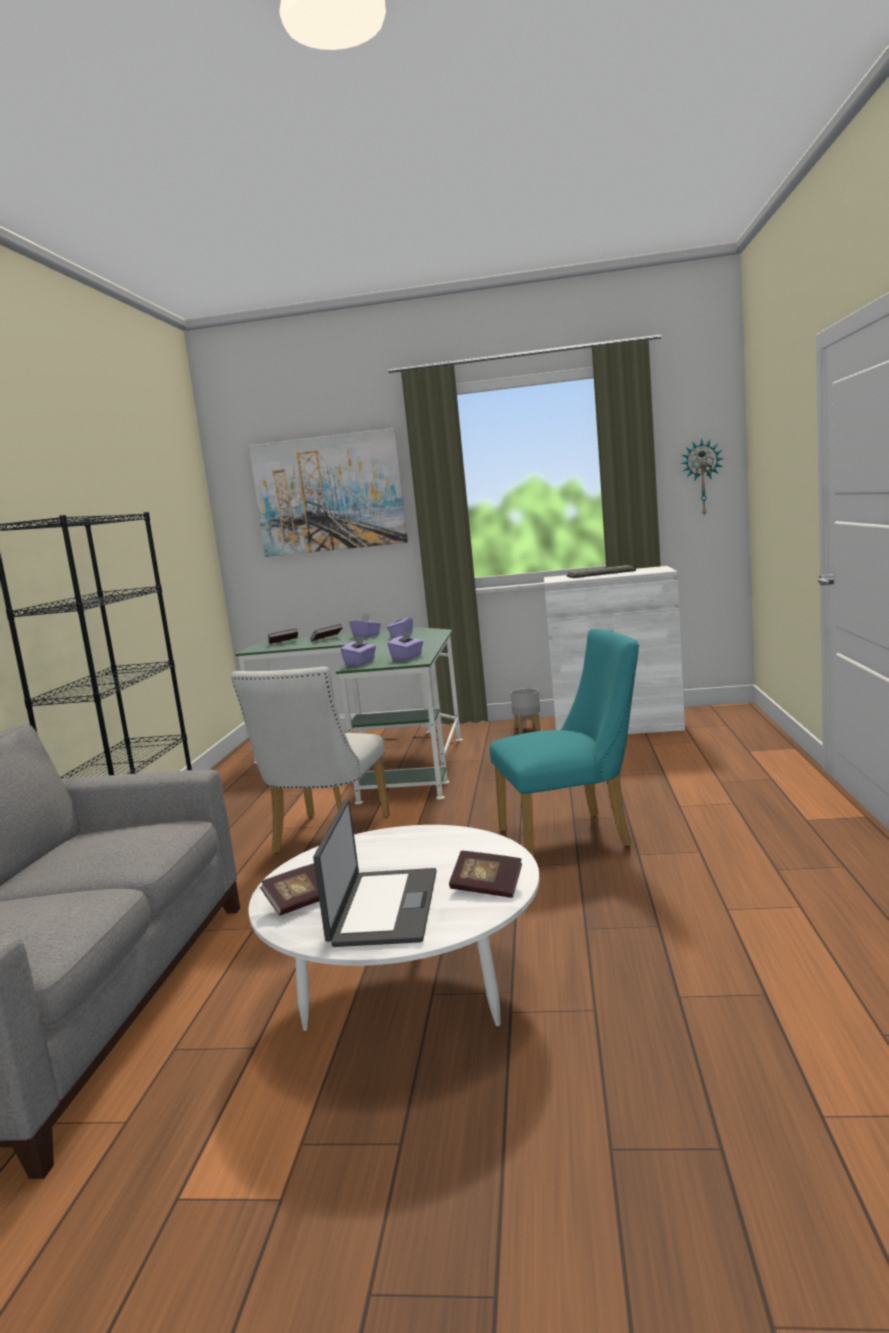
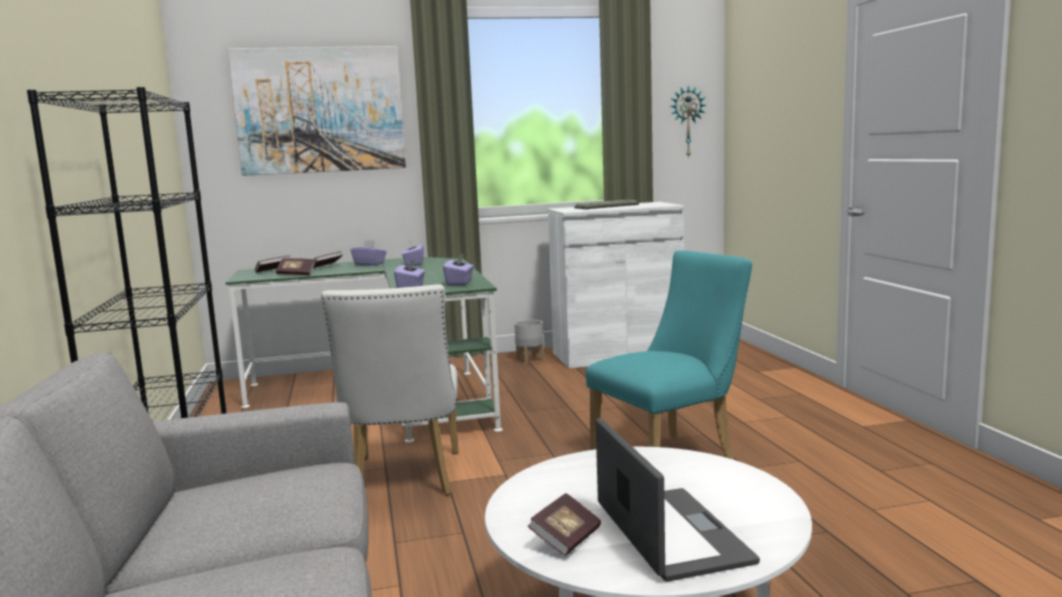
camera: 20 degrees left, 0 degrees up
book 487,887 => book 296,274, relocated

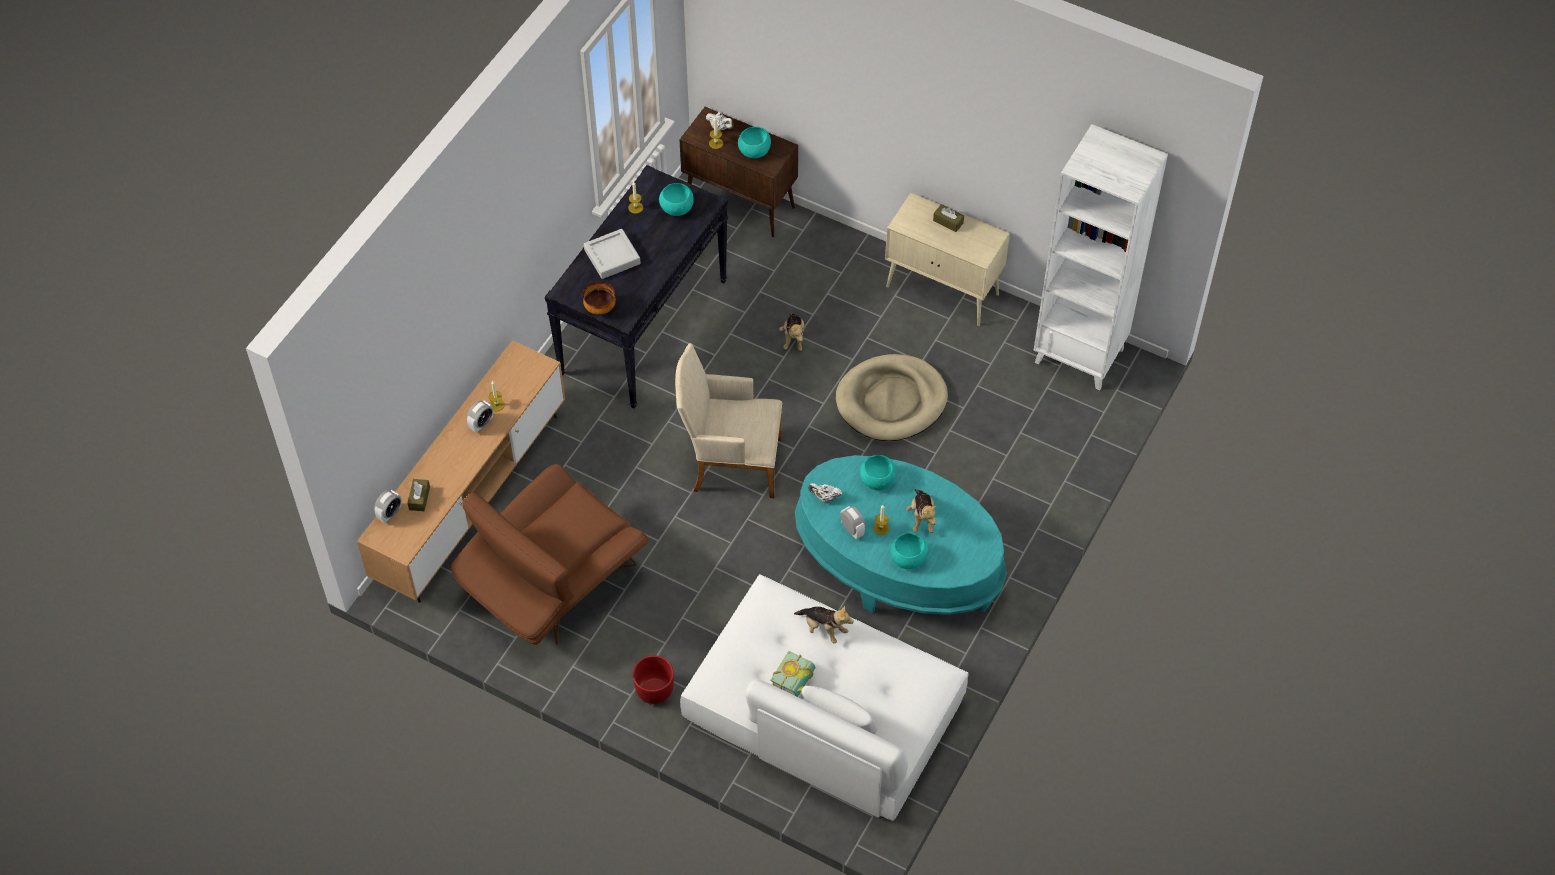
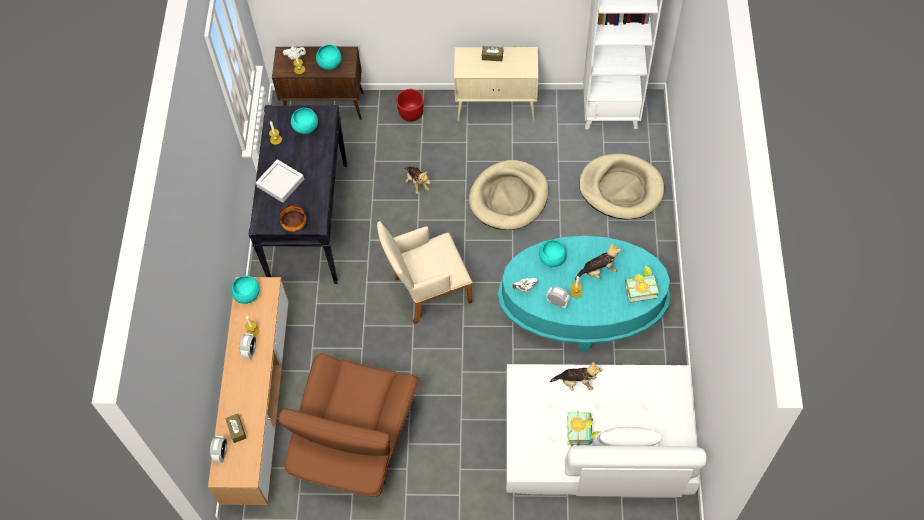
camera: 25 degrees left, 5 degrees up
turquoise bowl 908,557 => turquoise bowl 247,294, relocated
red planter 654,690 => red planter 411,113, relocated
plush toy 922,517 => plush toy 598,271, 75 degrees counterclockwise
nothing => beige dog bed 621,188
nothing => book 640,288

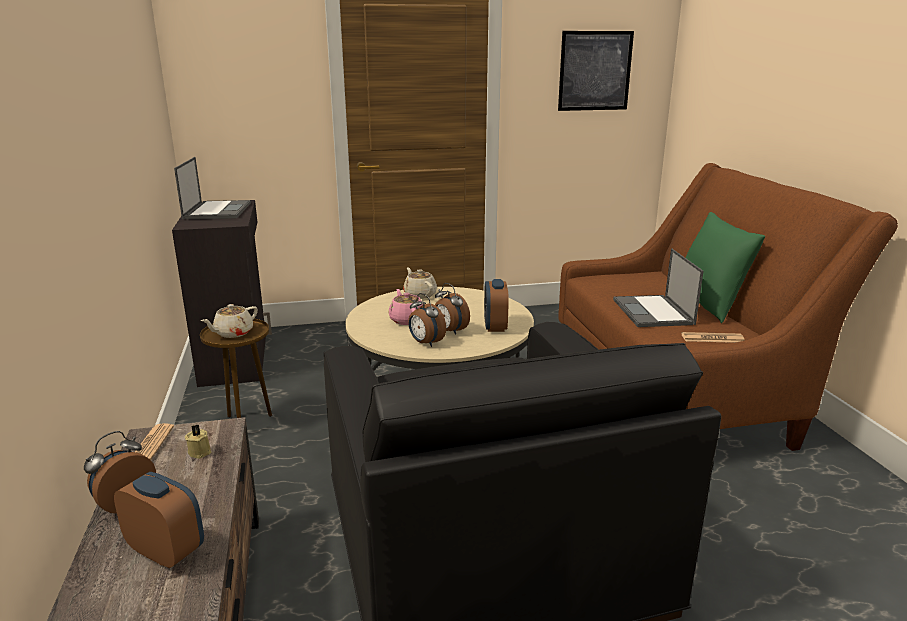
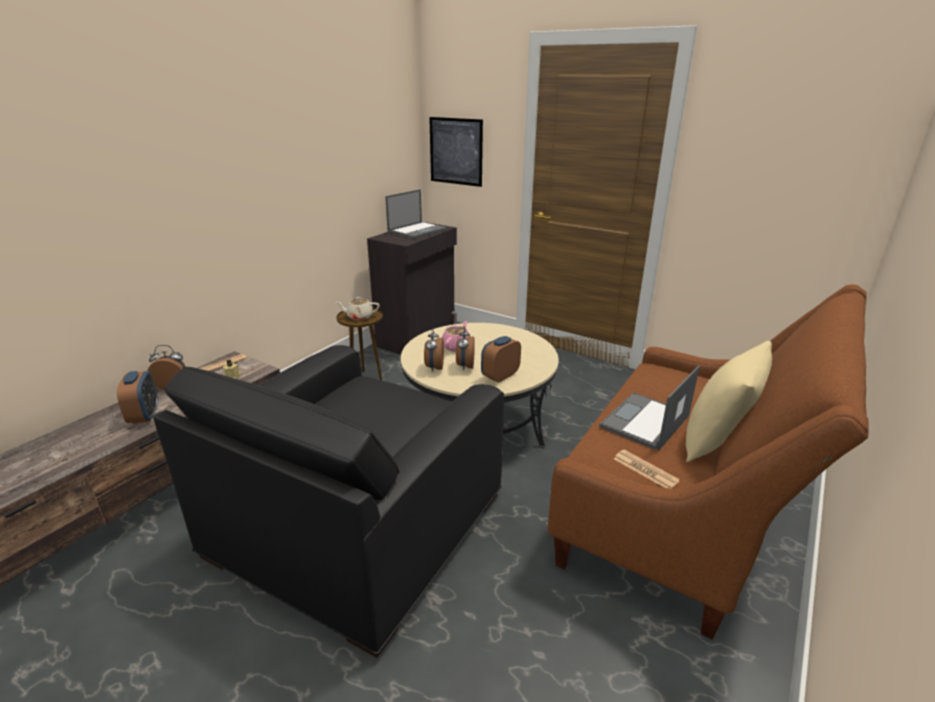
camera: 45 degrees right, 5 degrees up
picture 595,71 => picture 456,151, relocated
green pillow 709,306 => beige pillow 717,442
beige teapot 419,294 => nothing

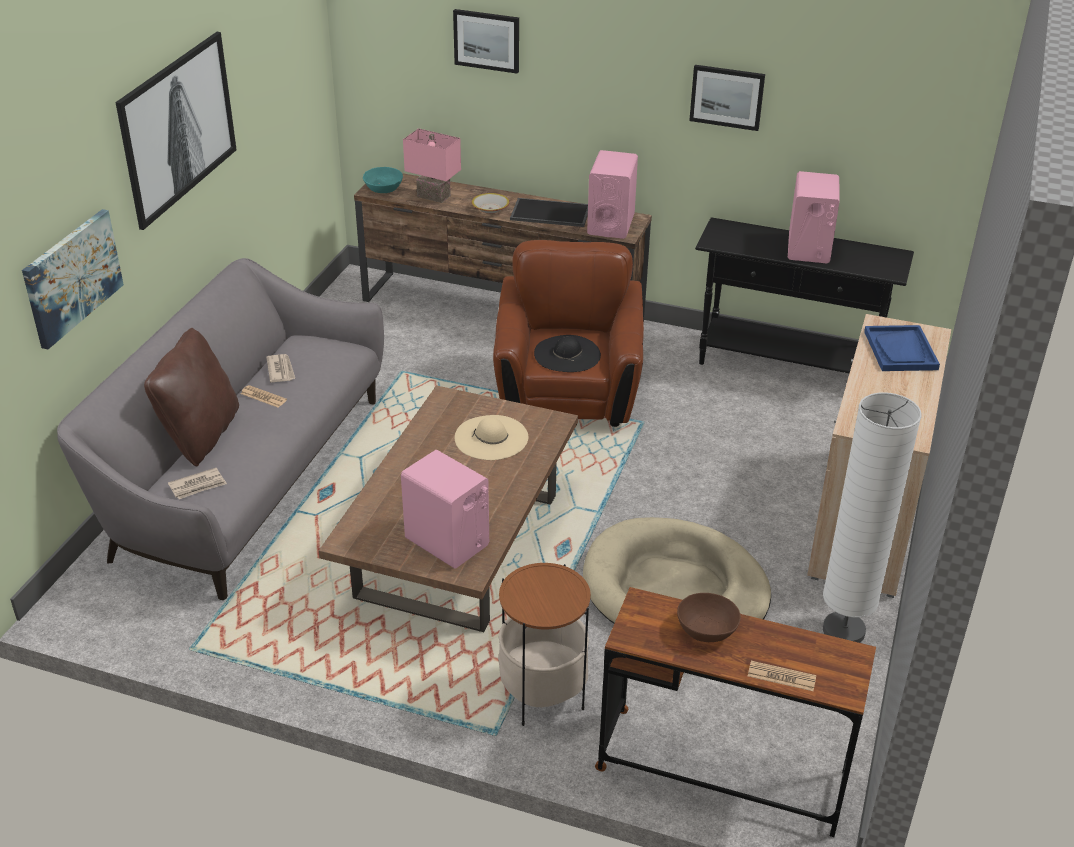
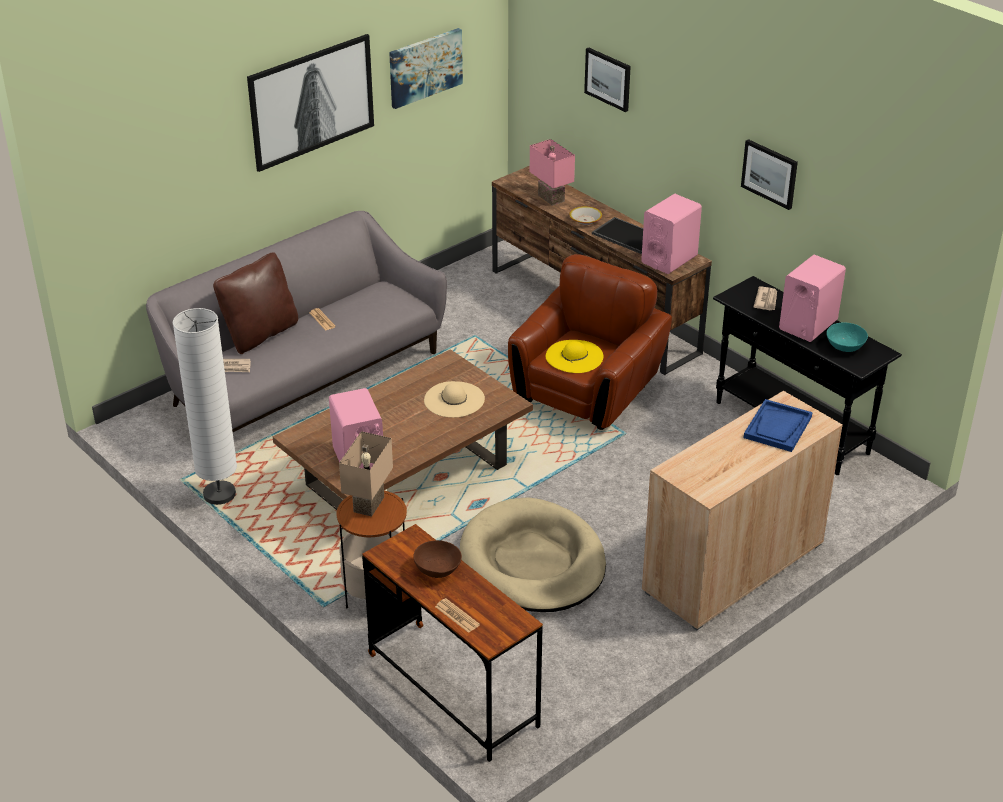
camera: 30 degrees right, 0 degrees up
white floor lamp 843,631 => white floor lamp 219,495, relocated
nothing => beige table lamp 370,505
picture 72,277 => picture 425,67, relocated
black hat 567,354 => yellow hat 574,356
newspaper 281,370 => newspaper 766,300, relocated
turquoise bowl 384,189 => turquoise bowl 845,346, relocated

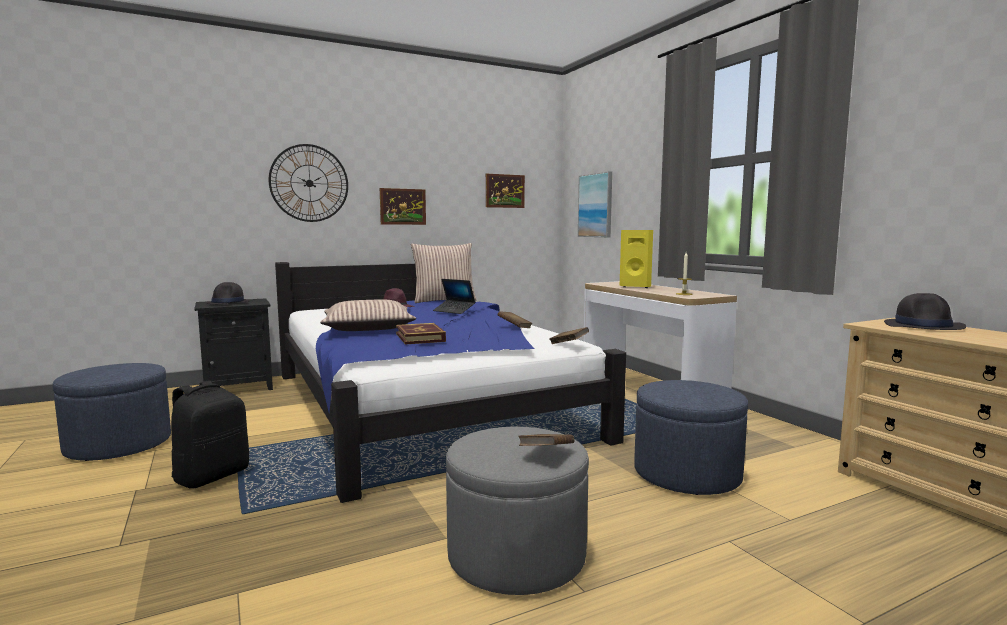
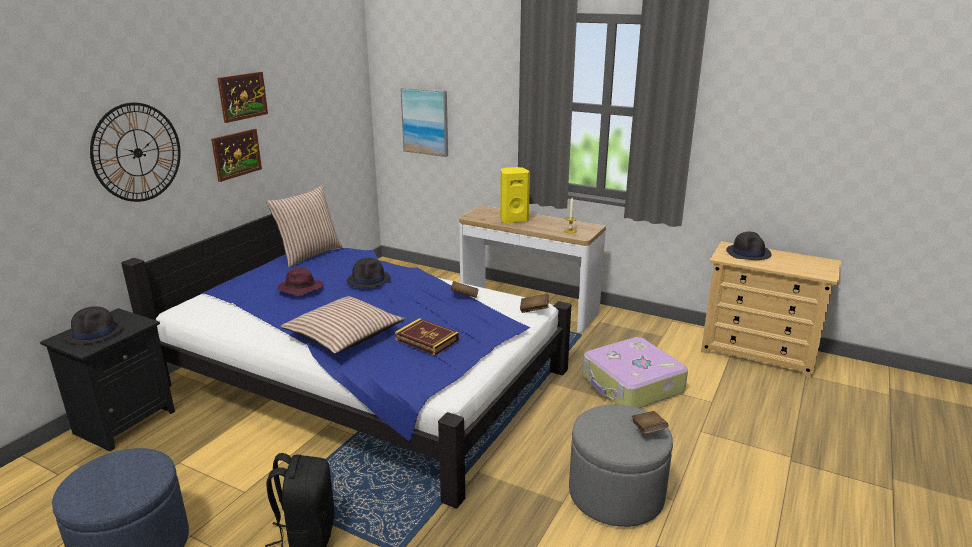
camera: 35 degrees left, 15 degrees up
picture 505,191 => picture 243,96, relocated
laptop 454,311 => black hat 369,279
blue ottoman 687,474 => suitcase 632,385

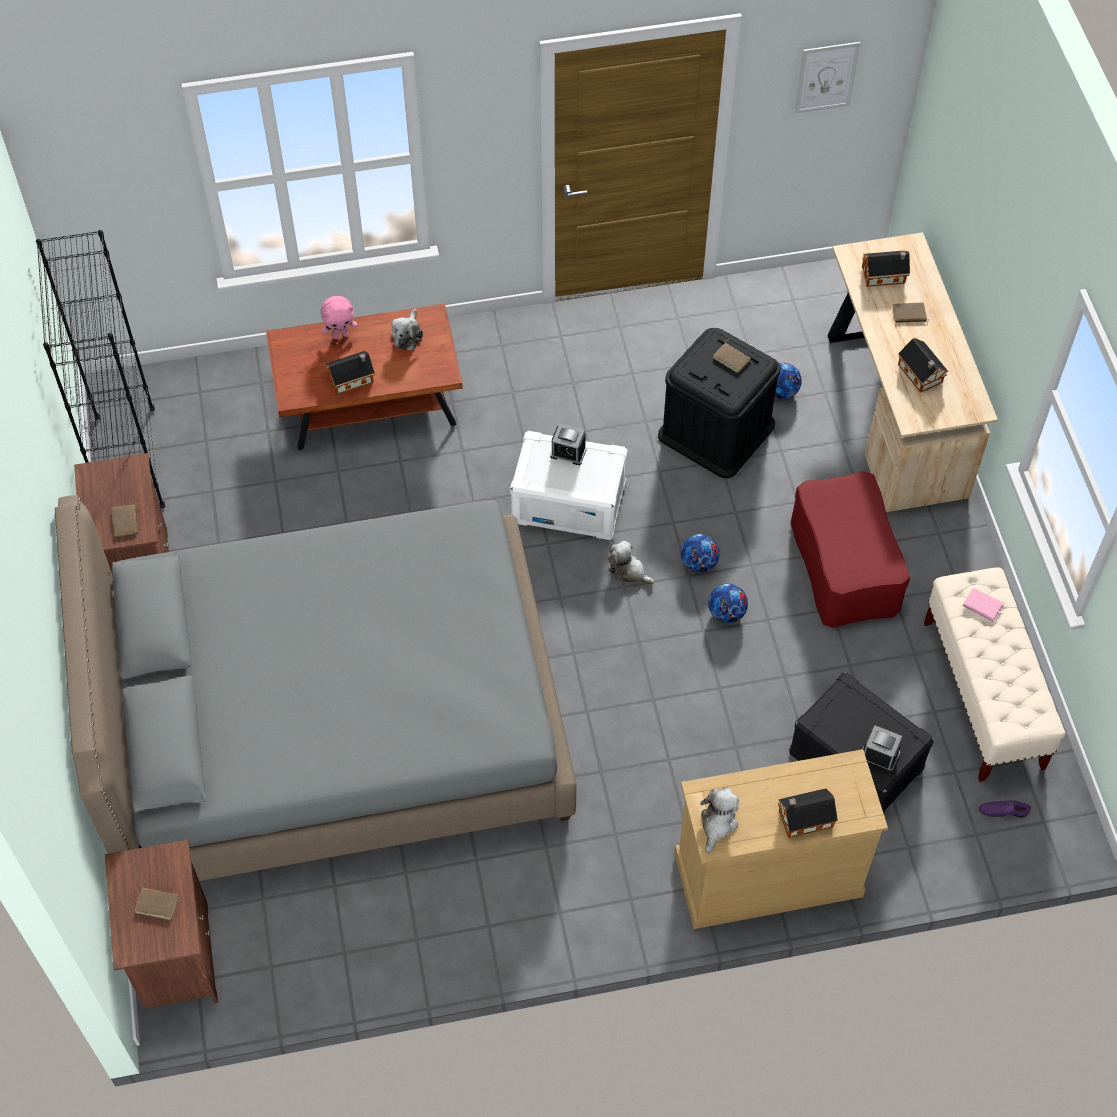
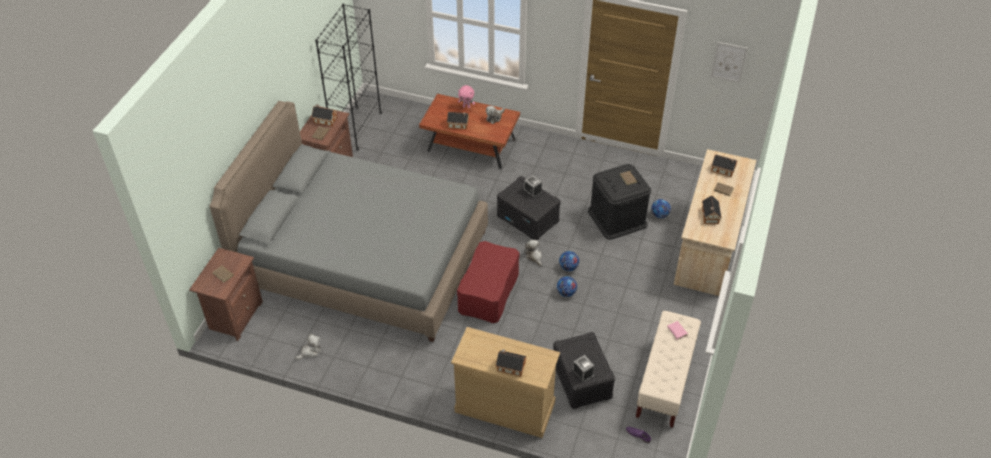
camera: 30 degrees right, 10 degrees down
plush toy 717,823 => plush toy 310,351, relocated
nothing => toy house 324,120
red ottoman 844,566 => red ottoman 488,292, relocated
white storage box 569,502 => black storage box 528,218

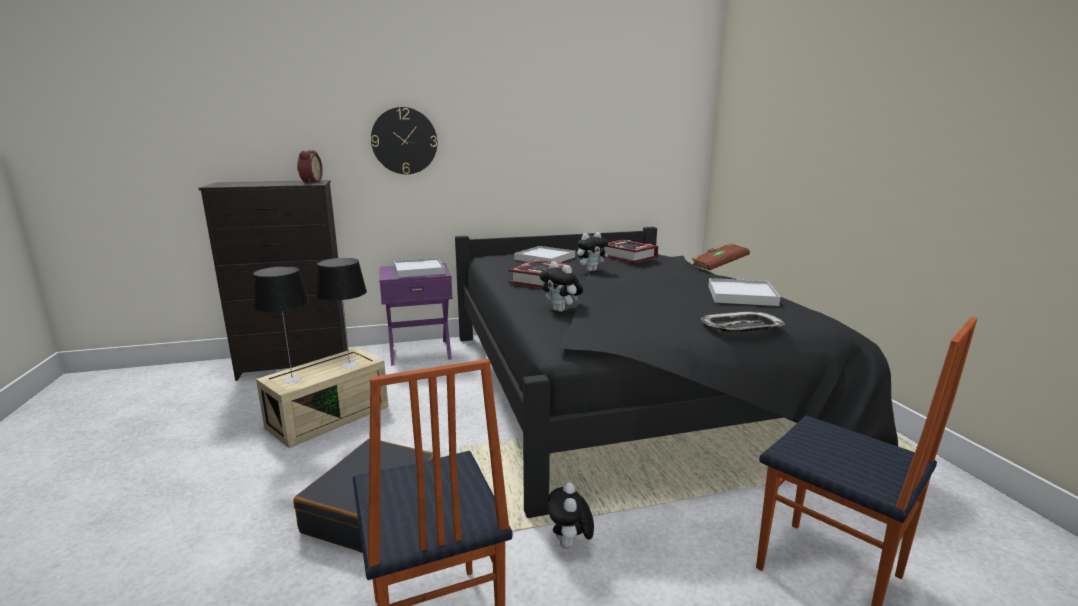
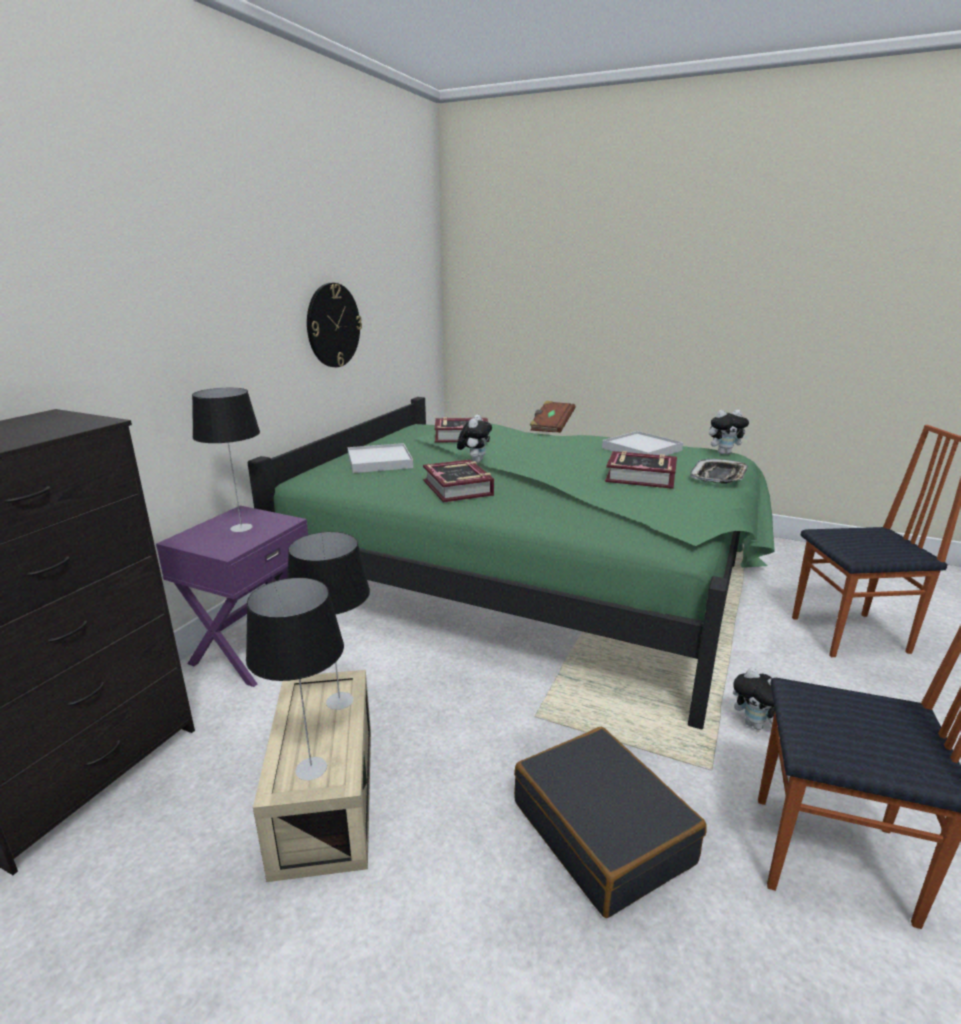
camera: 50 degrees left, 5 degrees up
white tray 418,270 => table lamp 240,528
black bed 624,388 => green bed 534,579
wall clock 404,141 => wall clock 333,325, relocated
nothing => book 640,477
plush toy 561,310 => plush toy 724,453, relocated
alarm clock 310,182 => nothing

